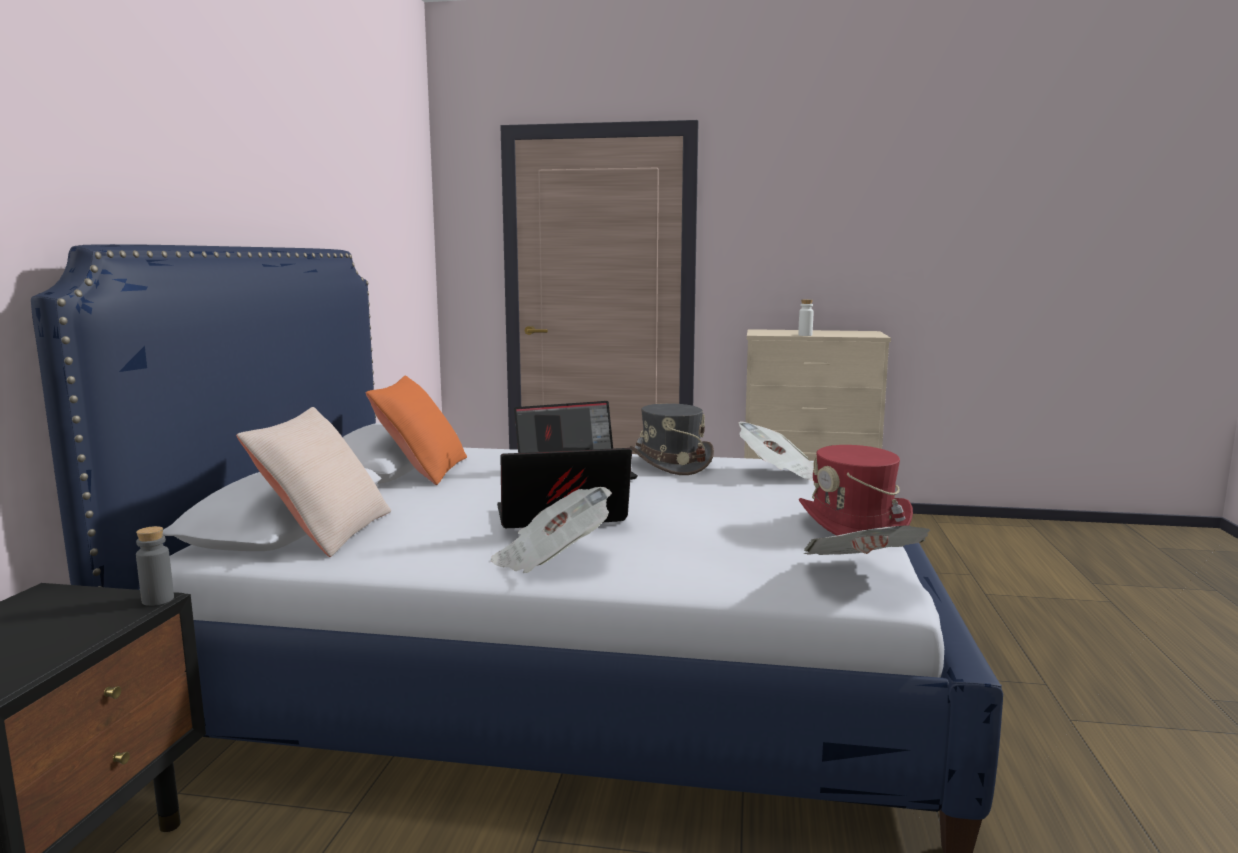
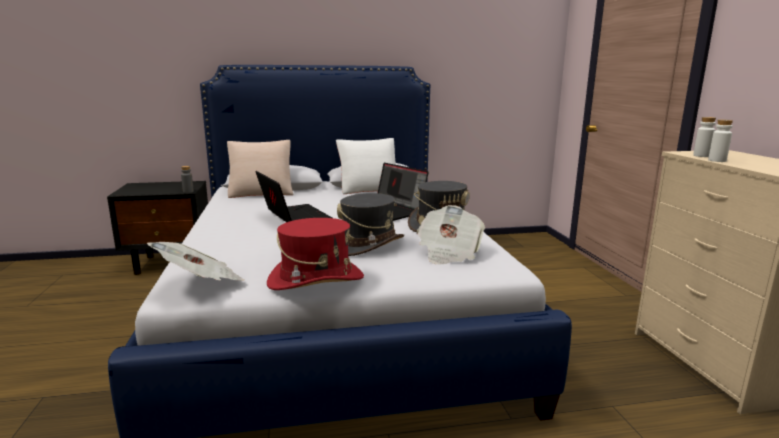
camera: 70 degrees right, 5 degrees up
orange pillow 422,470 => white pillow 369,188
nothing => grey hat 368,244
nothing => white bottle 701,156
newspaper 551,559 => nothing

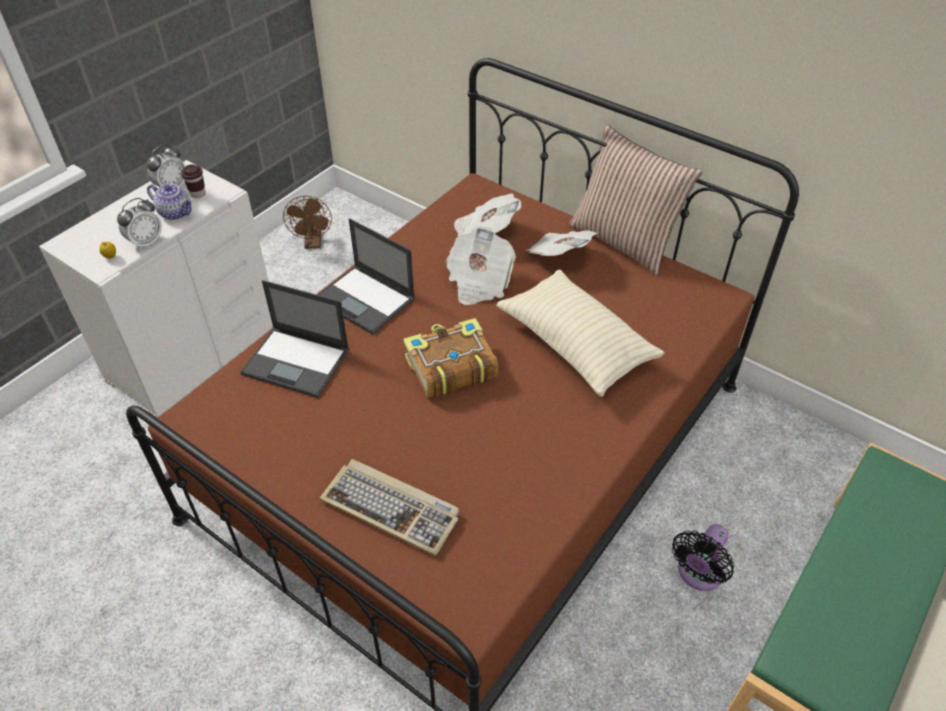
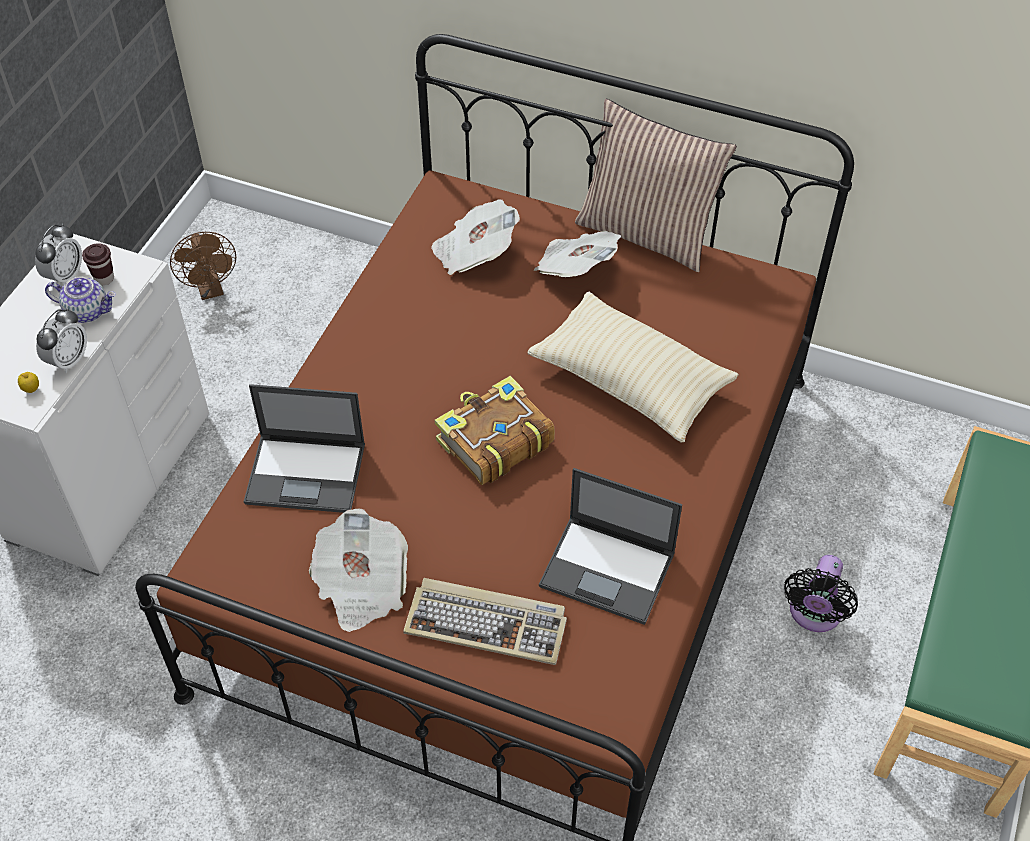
camera: 15 degrees left, 5 degrees up
newspaper 479,282 => newspaper 361,586, relocated
laptop 366,300 => laptop 609,570, relocated

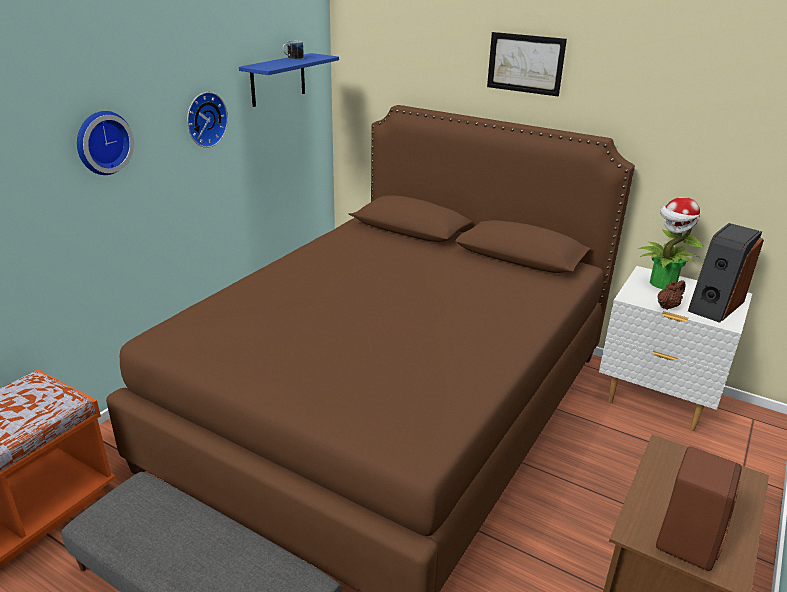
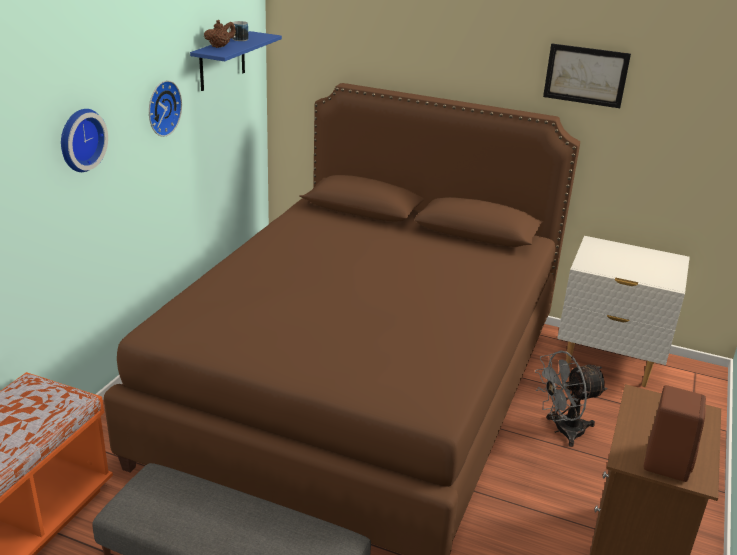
camera: 10 degrees left, 0 degrees up
brown teapot 667,306 => brown teapot 220,46, relocated
nothing => grey fan 562,431
picture 525,63 => picture 585,75, relocated
potted plant 662,284 => nothing
speaker 714,305 => nothing

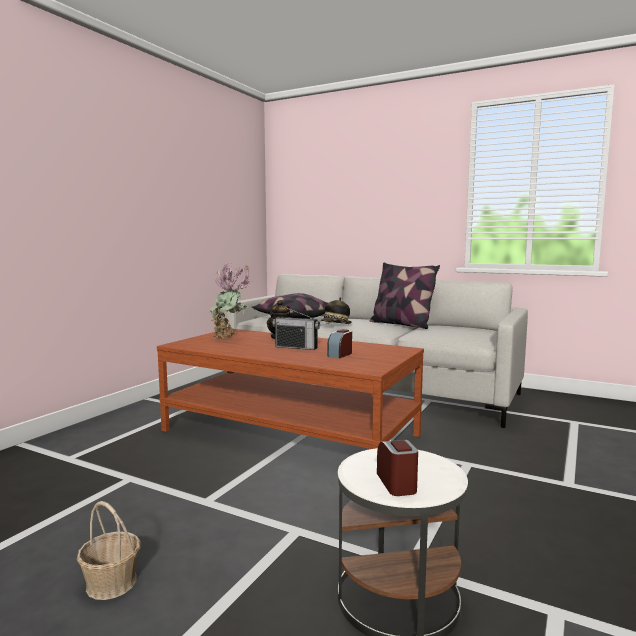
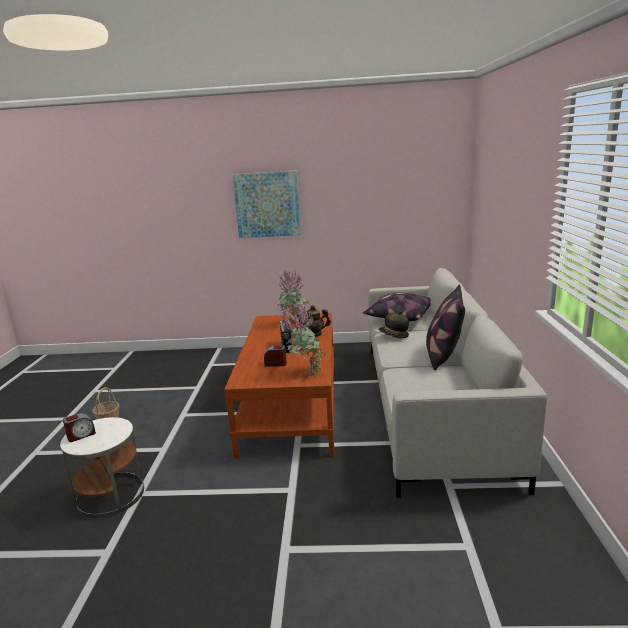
camera: 65 degrees right, 10 degrees up
nothing => picture 267,204
nothing => potted plant 305,372

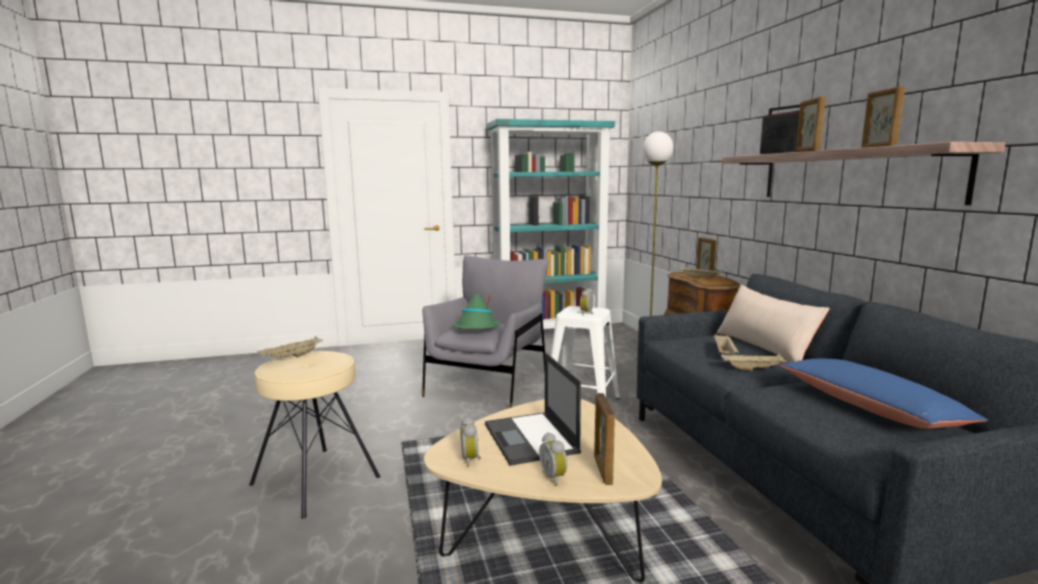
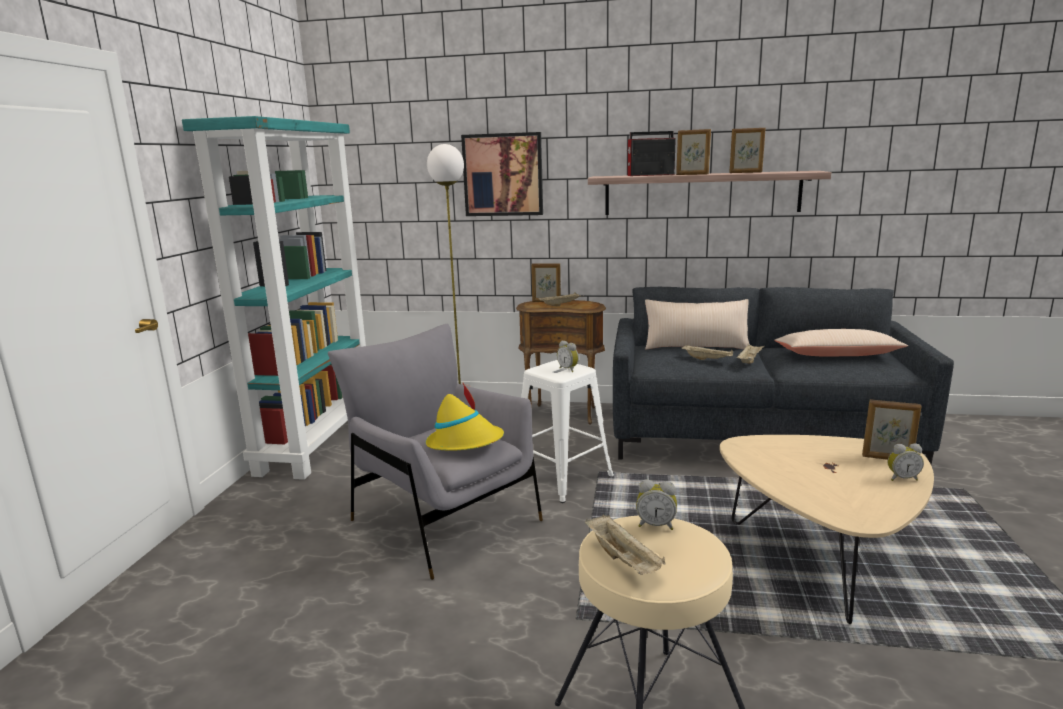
camera: 65 degrees left, 5 degrees up
green hat 476,329 => yellow hat 465,443
nothing => picture 503,175
alarm clock 471,459 => alarm clock 656,525, relocated
blue pillow 870,408 => beige pillow 836,355
laptop 531,439 => nothing

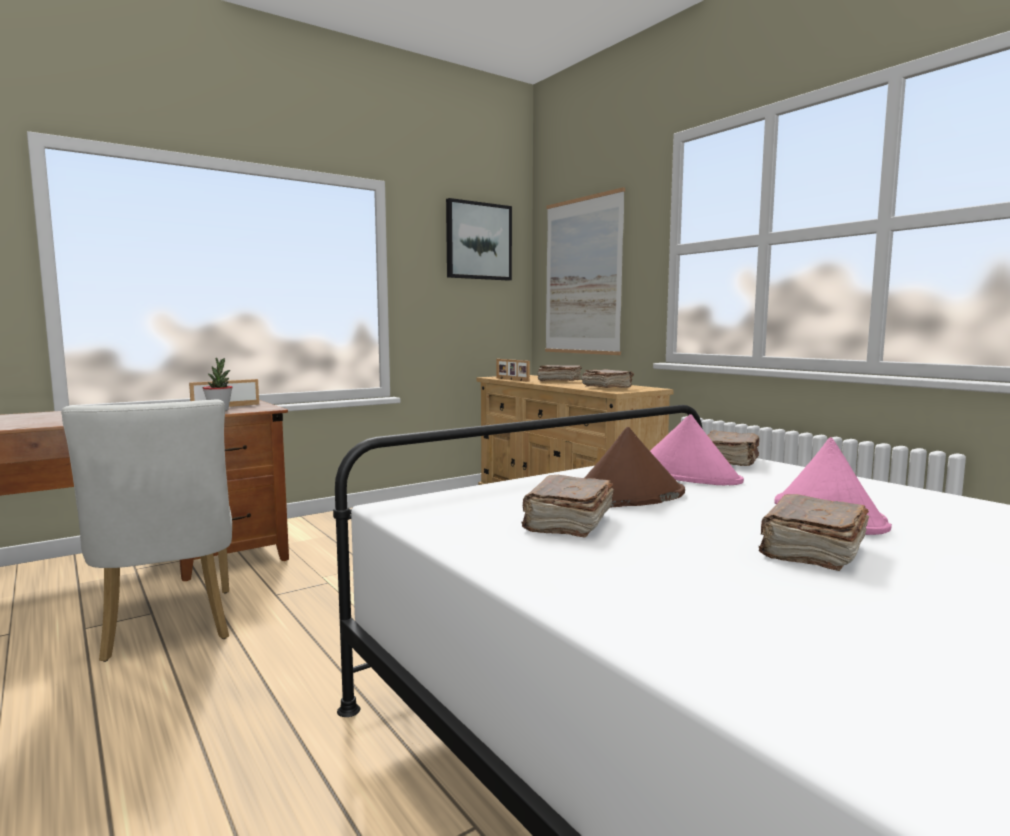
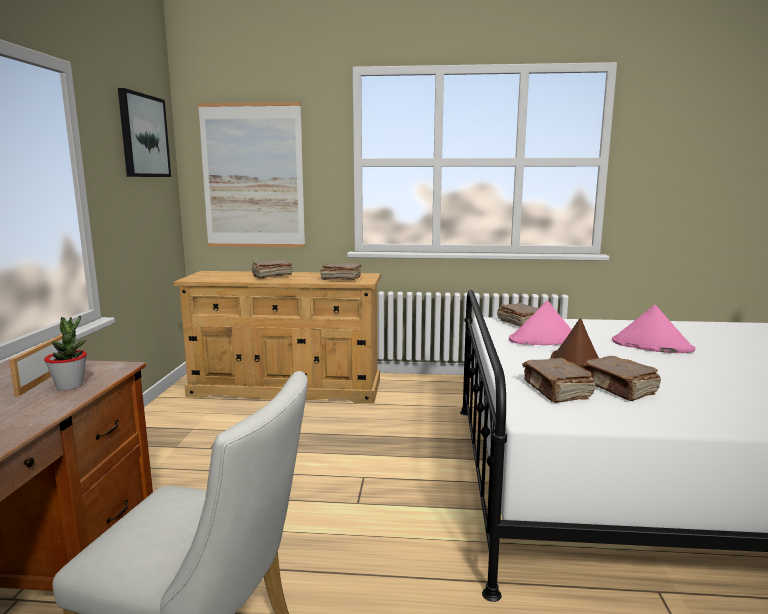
camera: 50 degrees left, 5 degrees up
brown book 811,550 => brown book 556,391, relocated
picture frame 511,380 => nothing

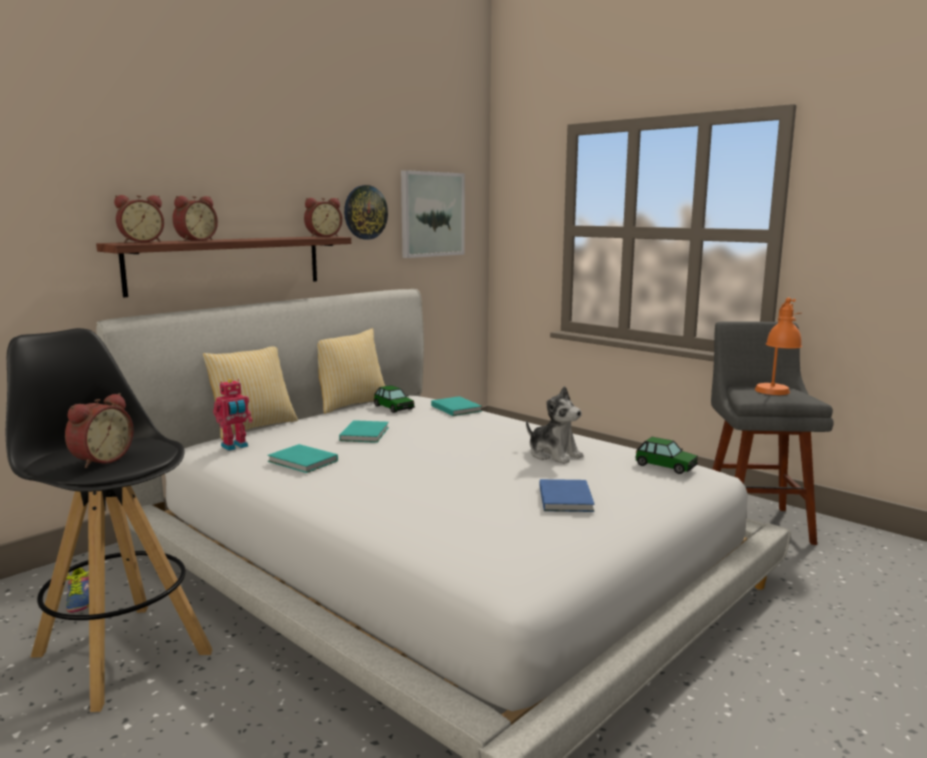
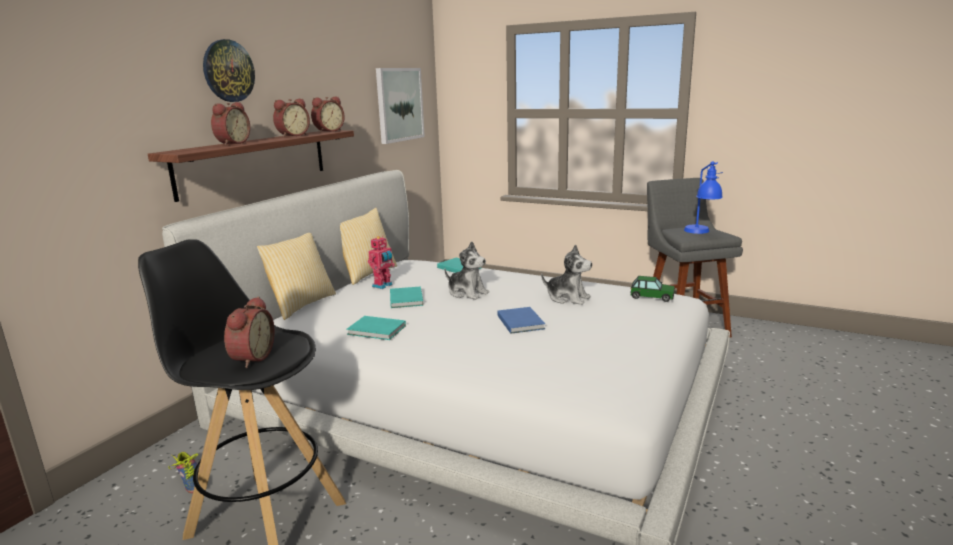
camera: 15 degrees left, 5 degrees up
wall clock 365,212 => wall clock 228,71, relocated
alarm clock 141,242 => alarm clock 292,135, relocated
toy robot 235,446 => toy robot 383,286, relocated
nothing => plush toy 467,293
blue book 566,498 => blue book 521,321, relocated
orange table lamp 775,394 => blue table lamp 701,233
toy car 393,407 => nothing

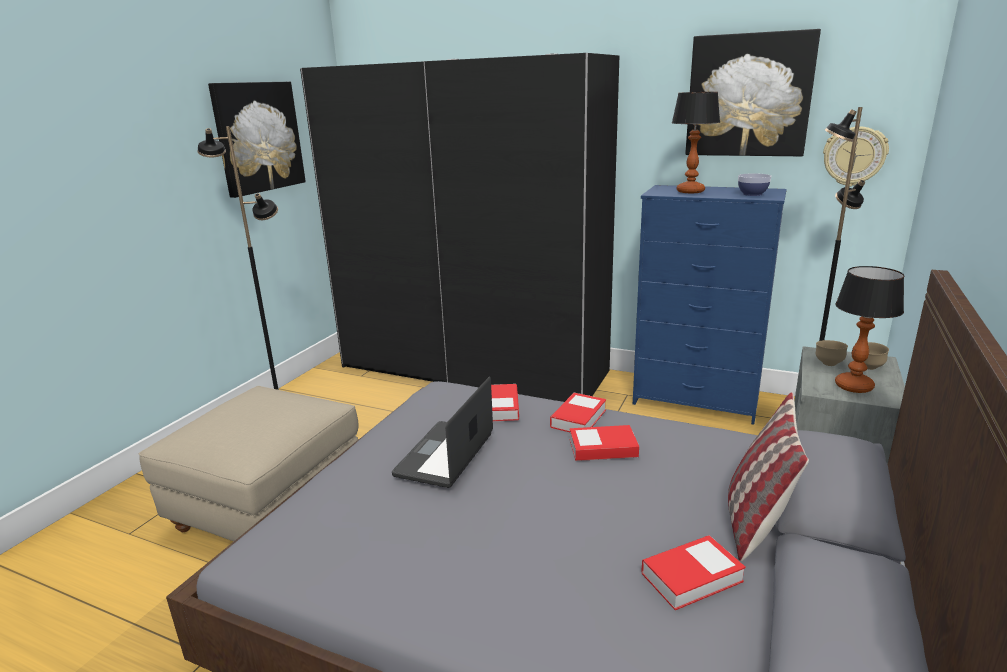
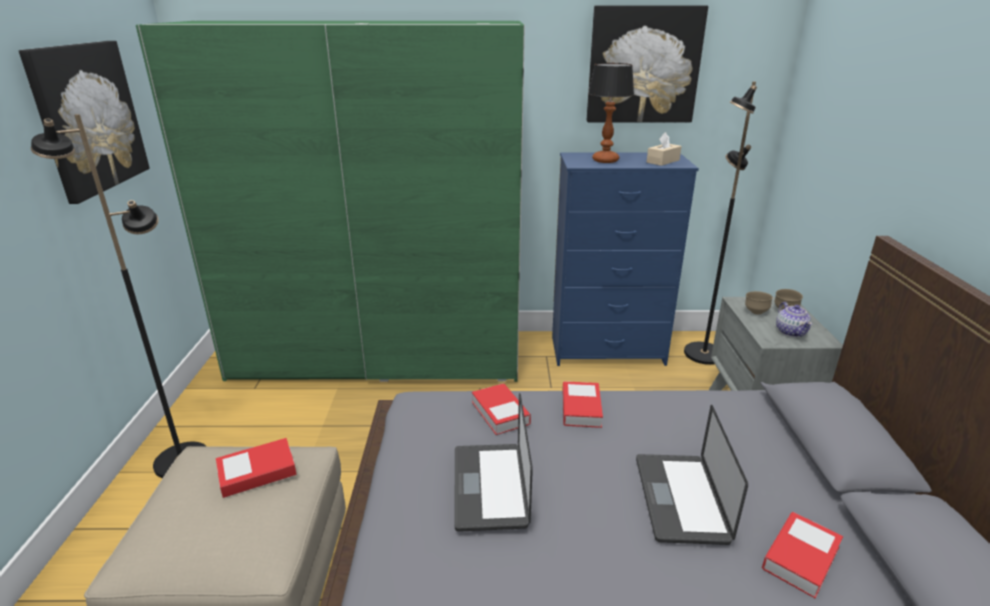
camera: 25 degrees left, 5 degrees up
black wardrobe 473,369 => green wardrobe 379,356
book 603,448 => book 257,472, relocated
nothing => laptop 680,499
bowl 752,194 => beige tissue box 663,161
table lamp 854,386 => teapot 791,332
pillow 755,521 => nothing
wall clock 854,156 => nothing

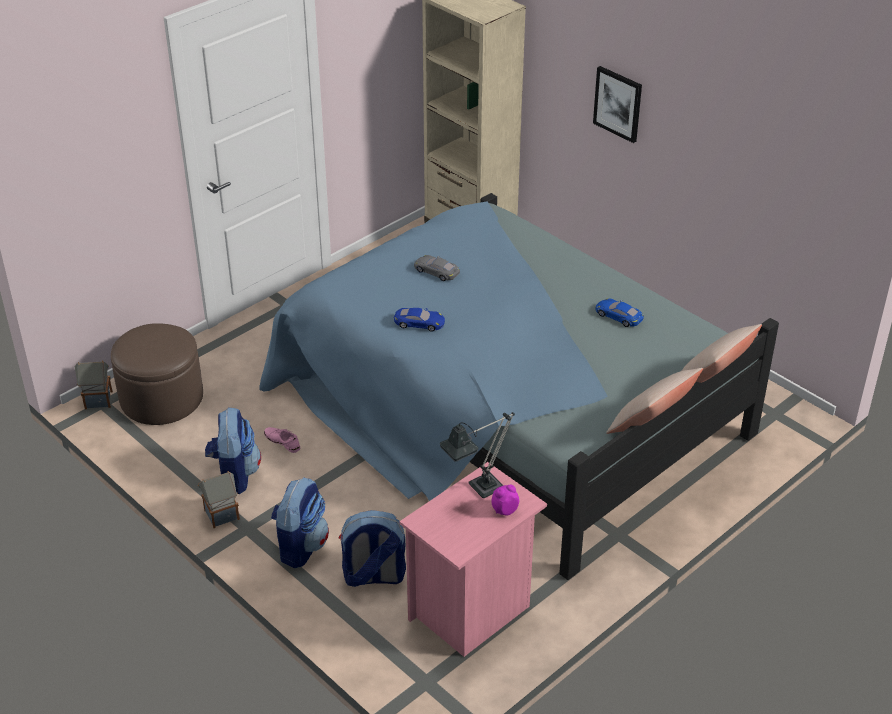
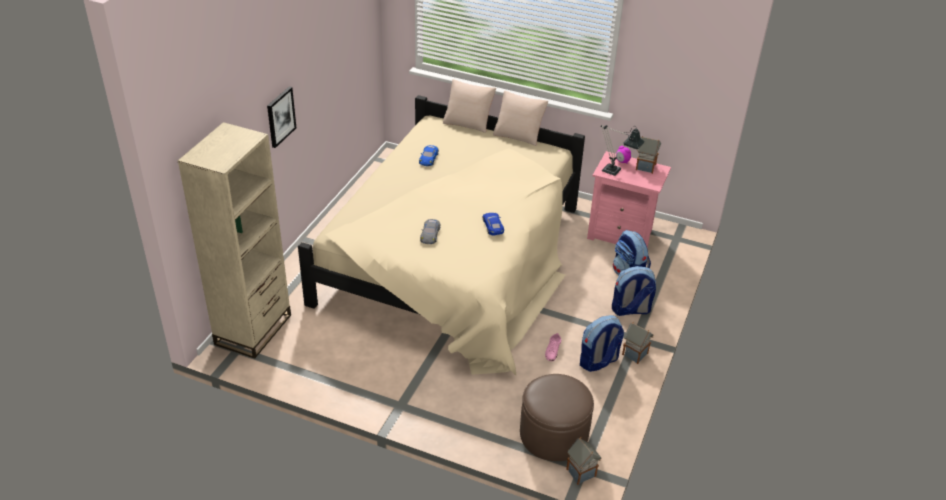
camera: 115 degrees left, 0 degrees up
blue bed 506,408 => beige bed 454,261
nothing => toy house 645,167

